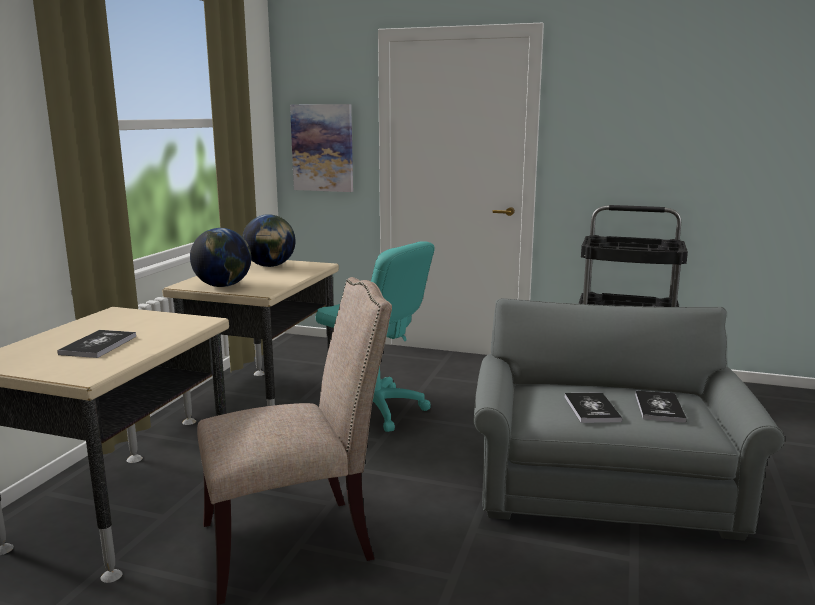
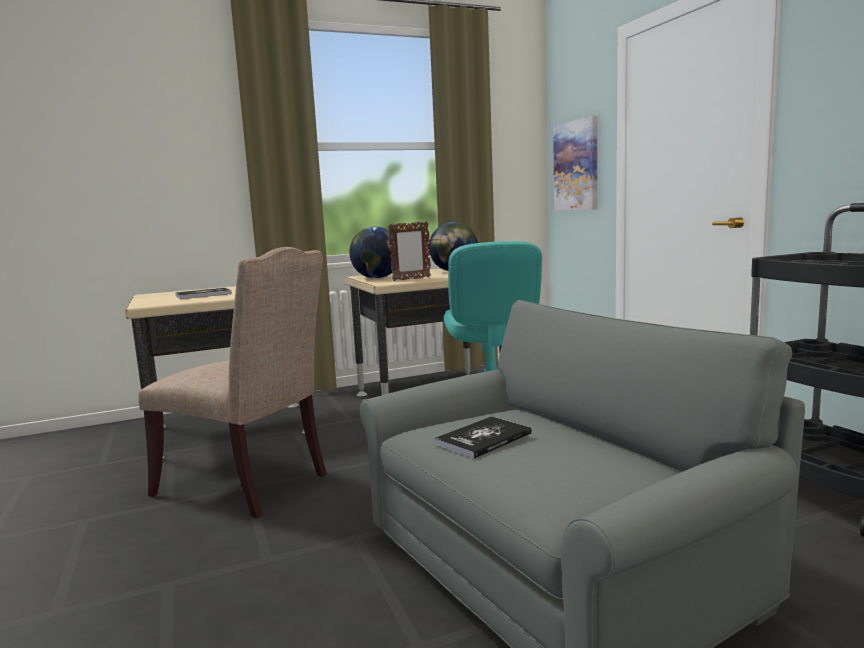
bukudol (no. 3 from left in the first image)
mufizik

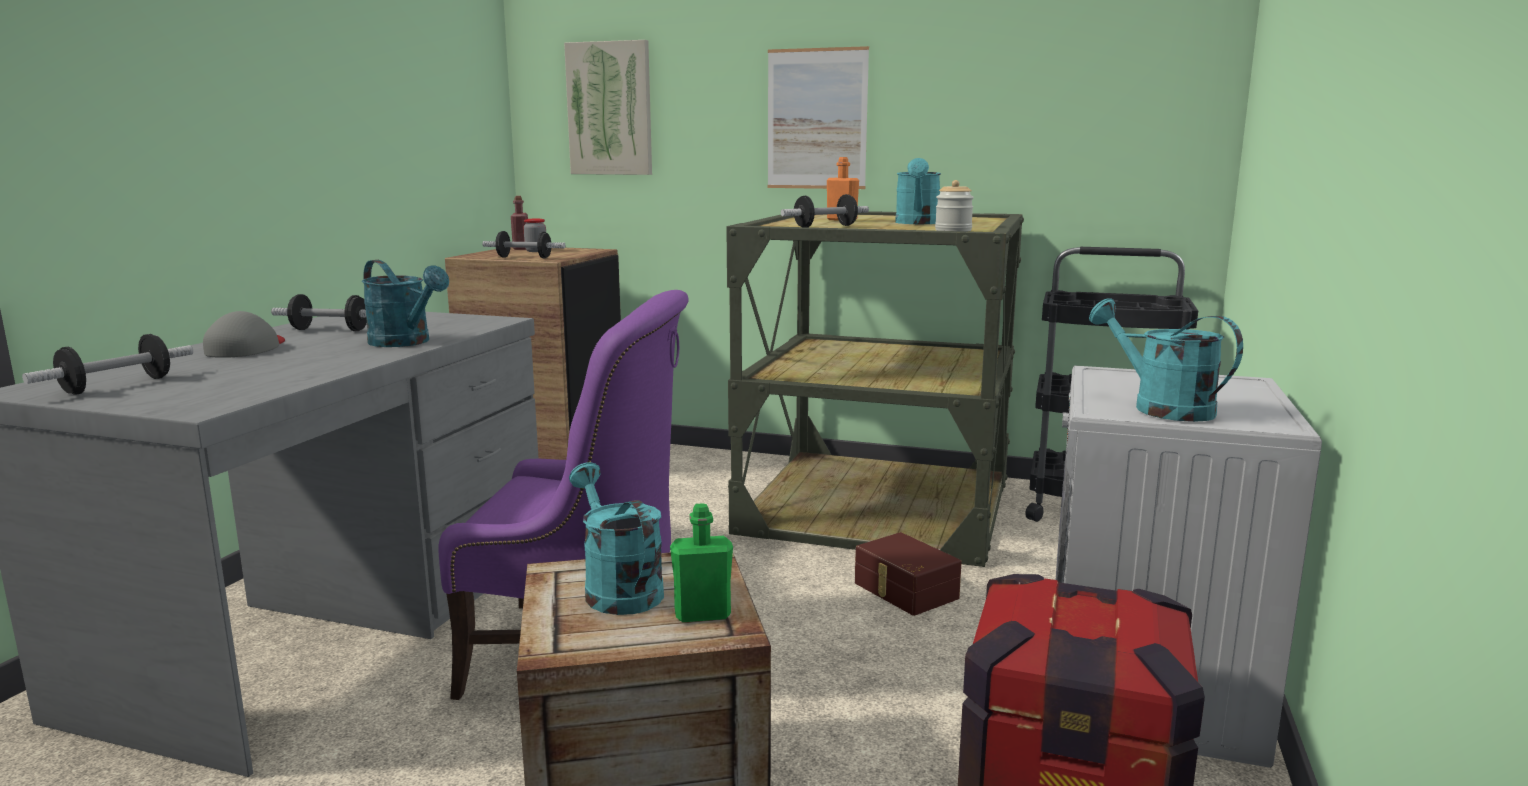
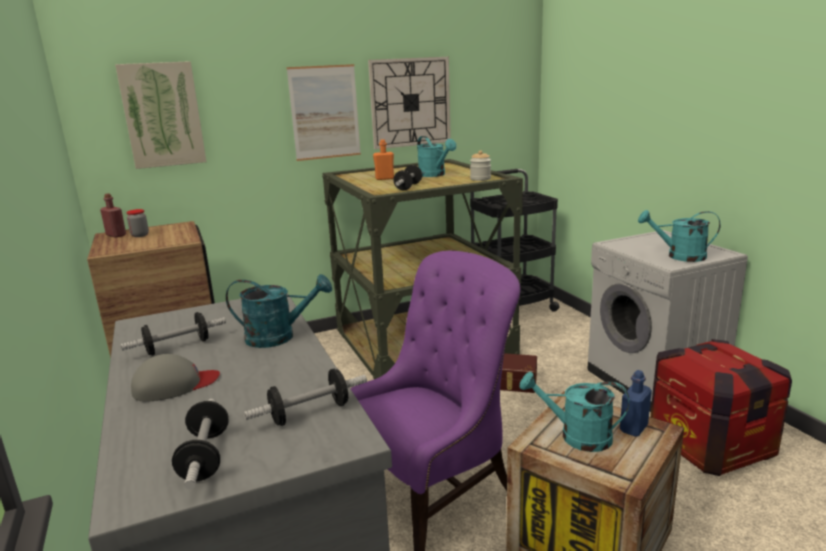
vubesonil
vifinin (no. 3 from left)
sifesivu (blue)
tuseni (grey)

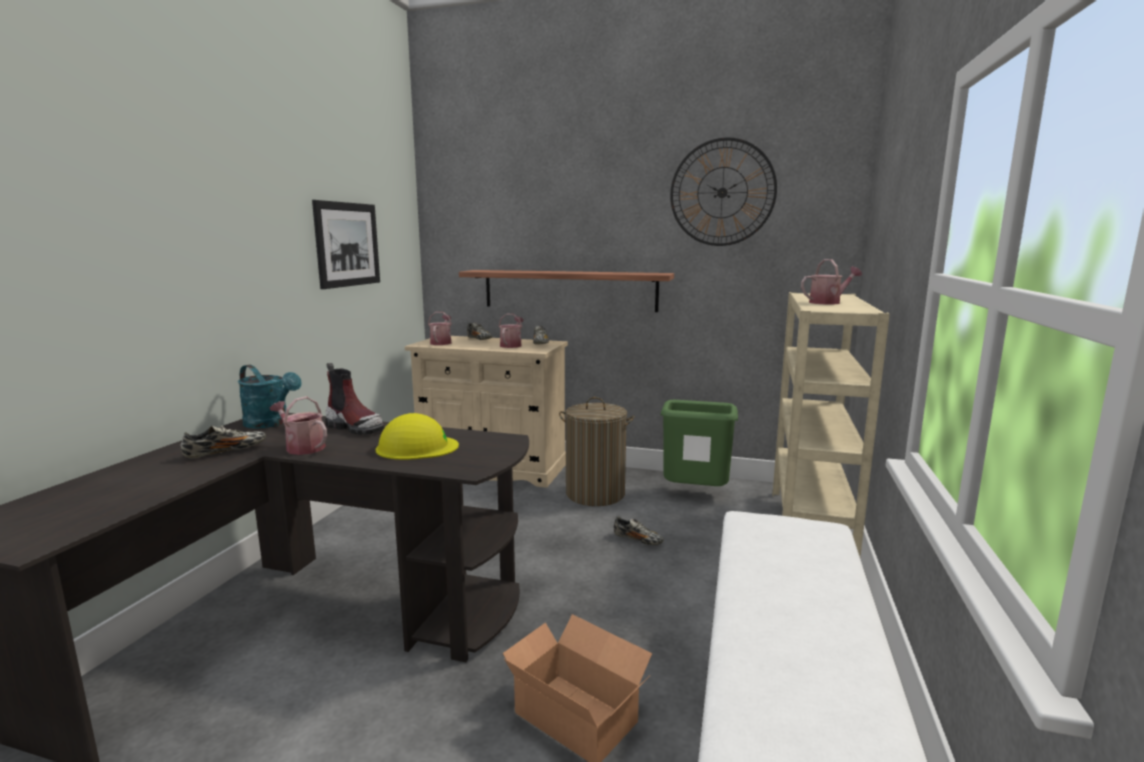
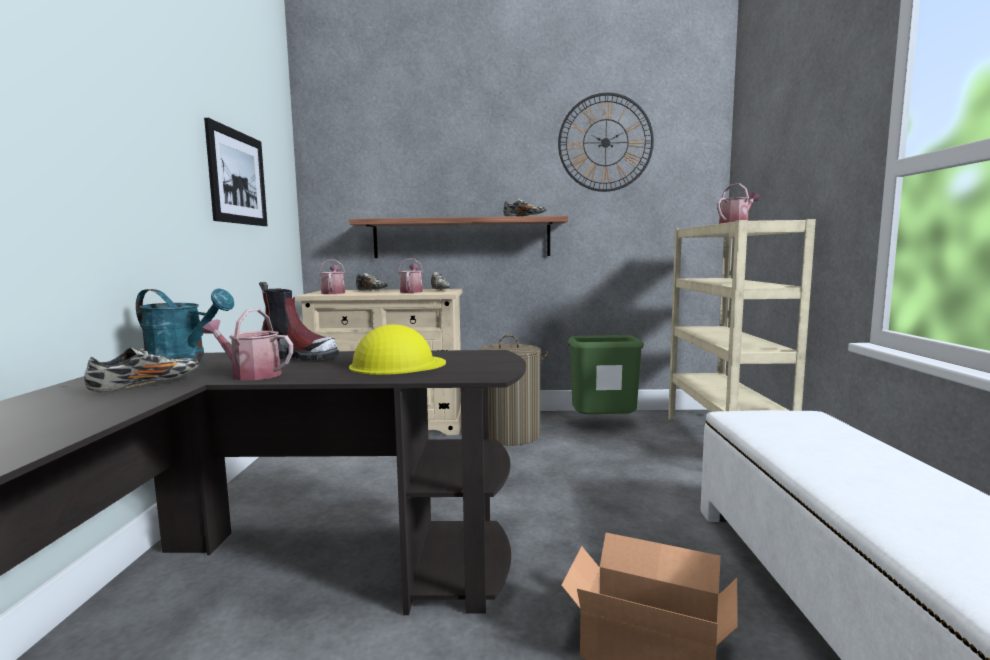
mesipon (no. 4 from left)

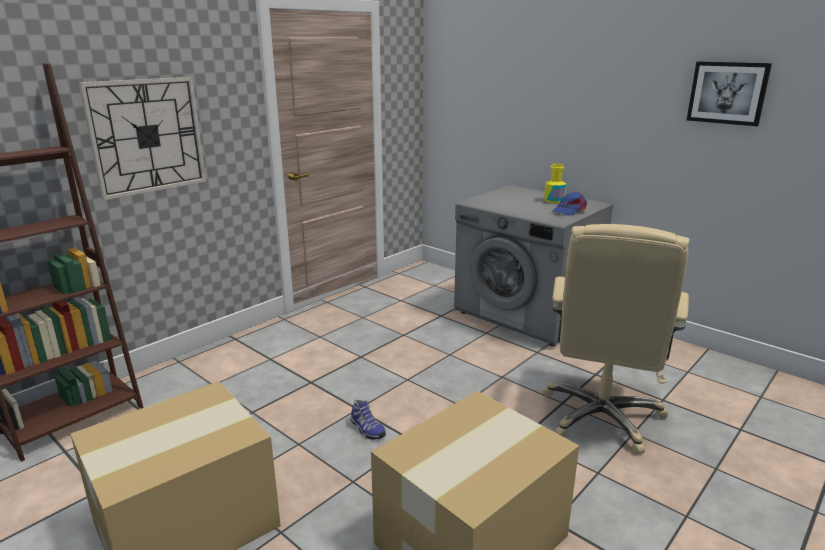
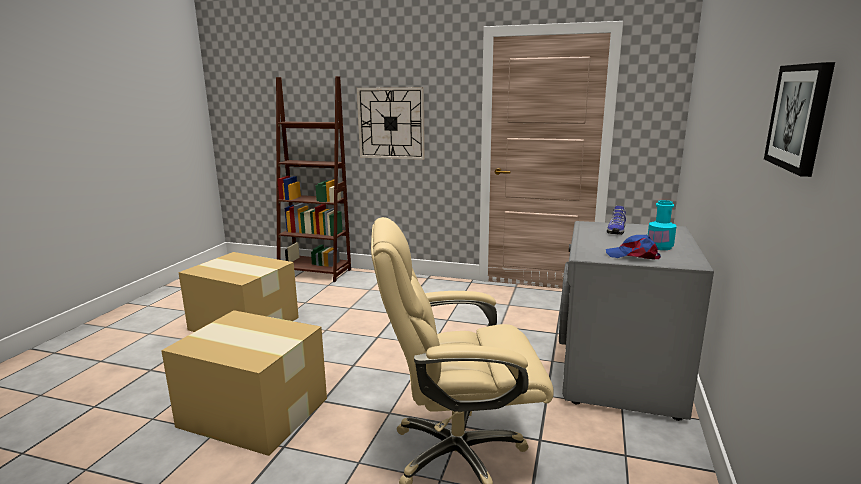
mesipon
sifesivu (turquoise)

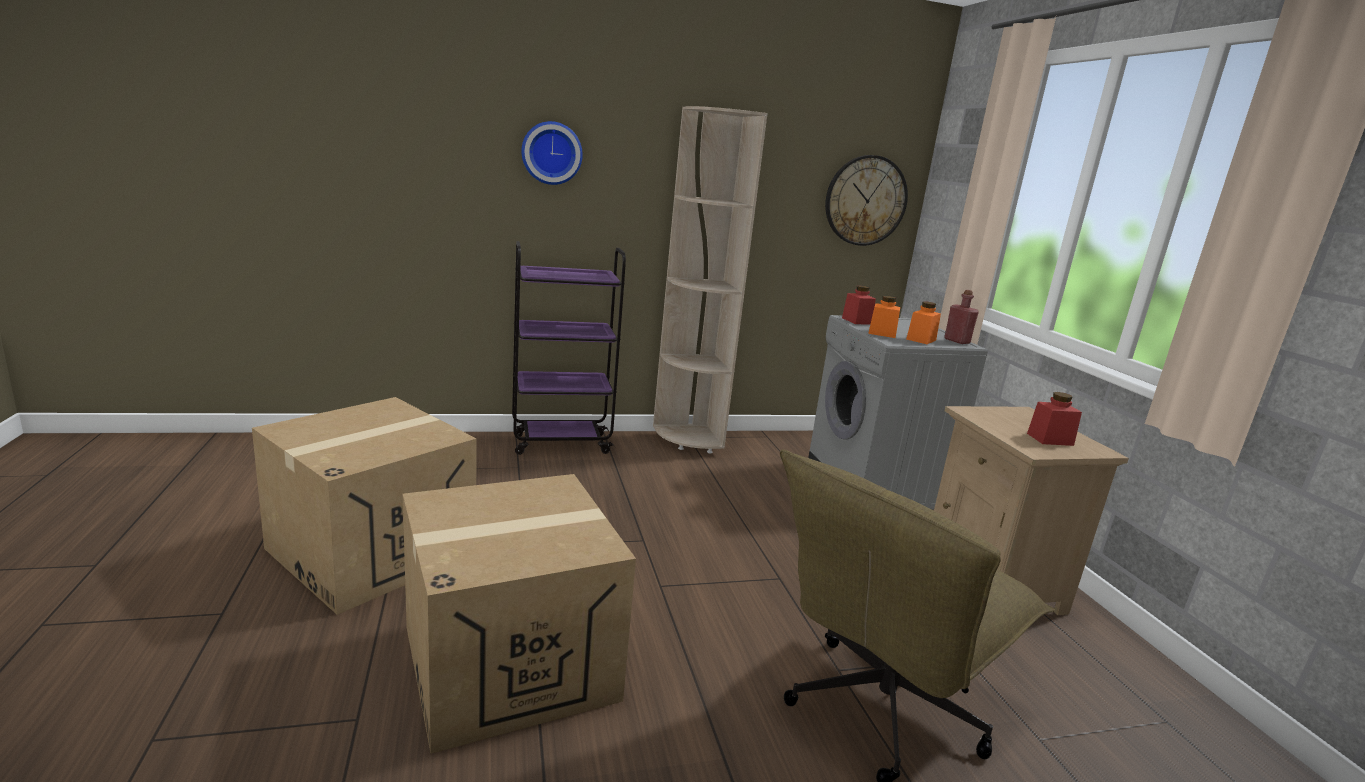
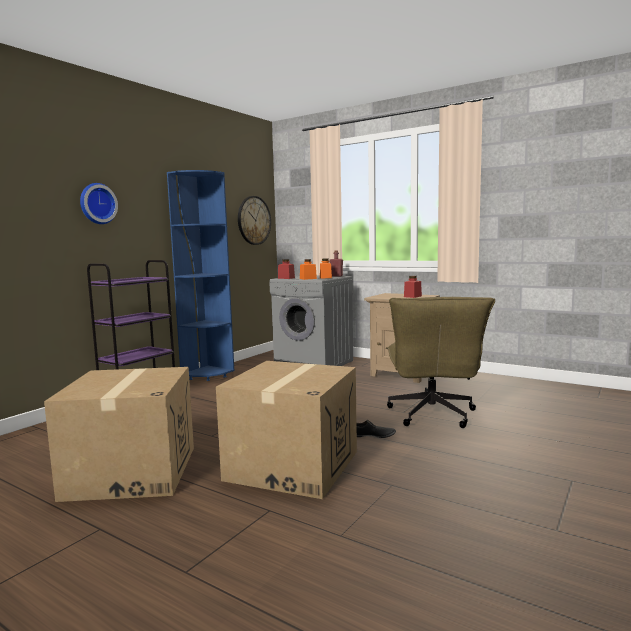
mesipon (black)
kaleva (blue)

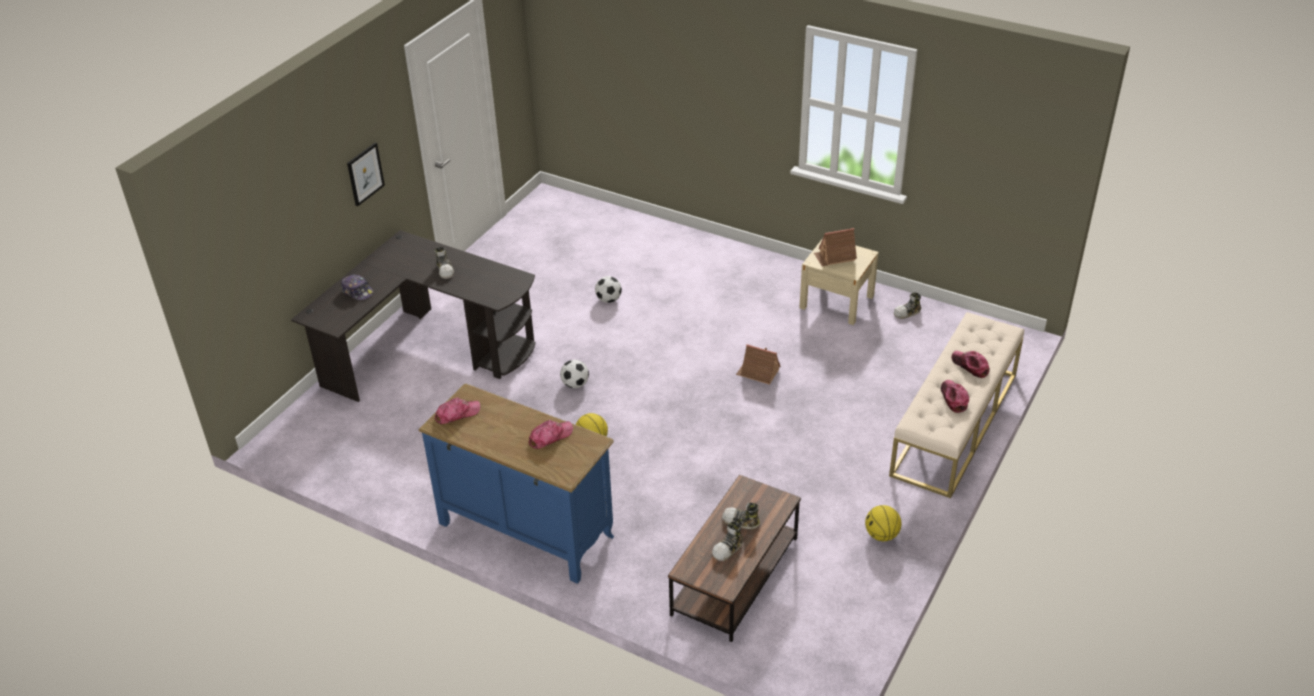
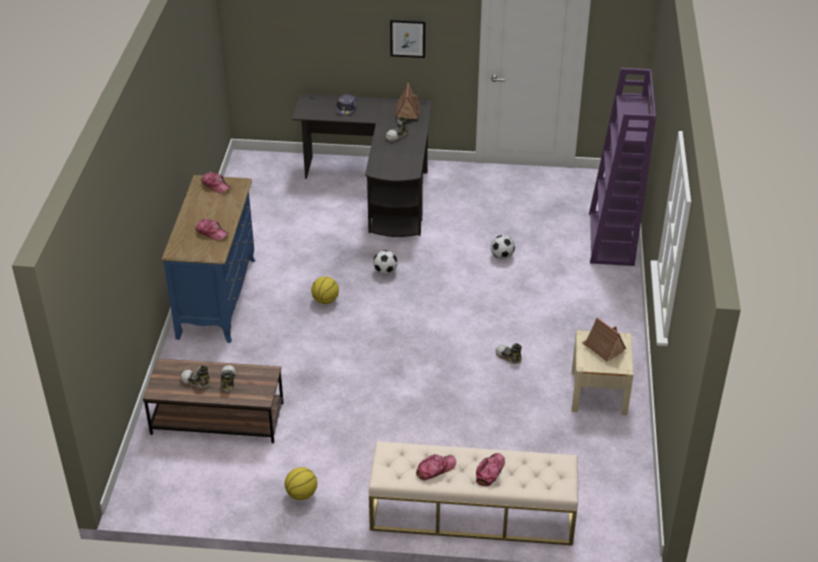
kaleva (purple)
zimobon (no. 1 from left)
mesipon (no. 4 from left)

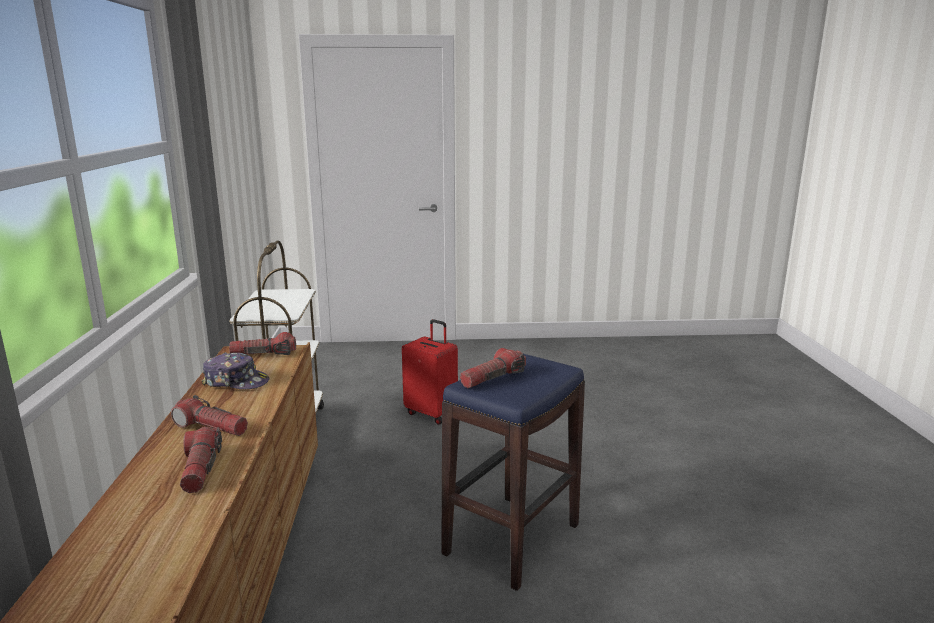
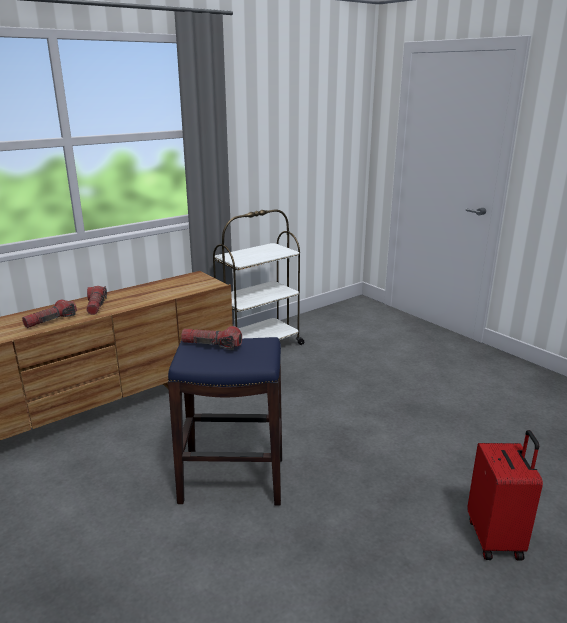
tuseni
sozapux (no. 3 from left in the first image)
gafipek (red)

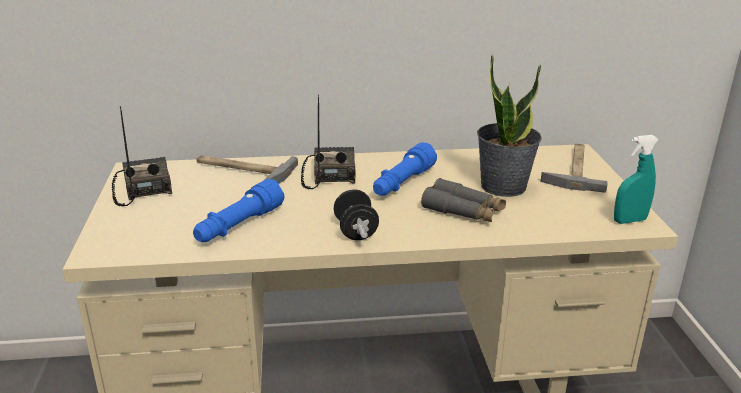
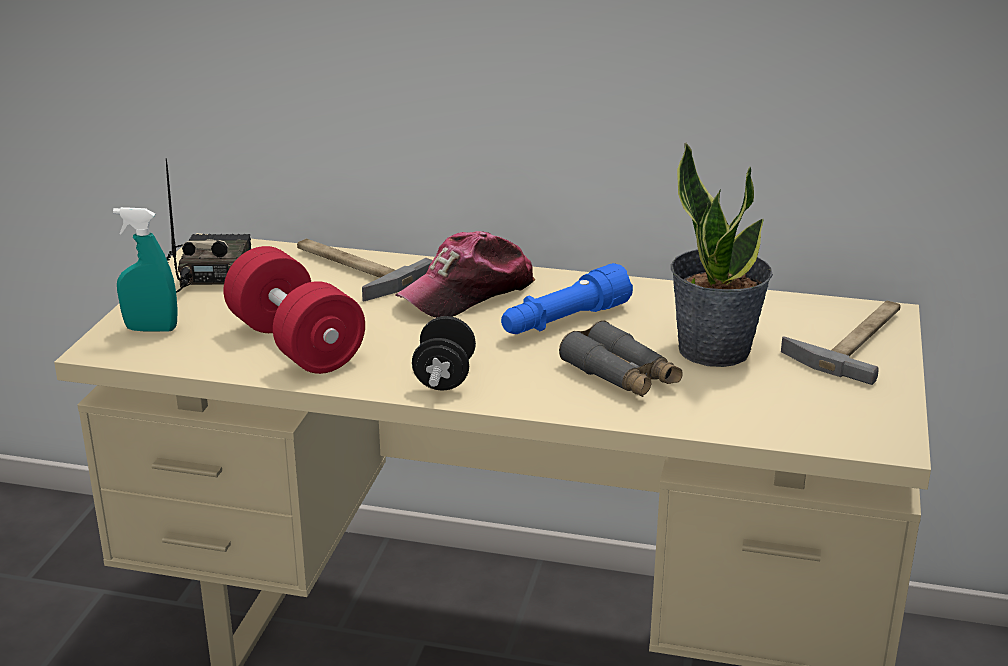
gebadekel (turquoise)
vifinin (red)
tuseni

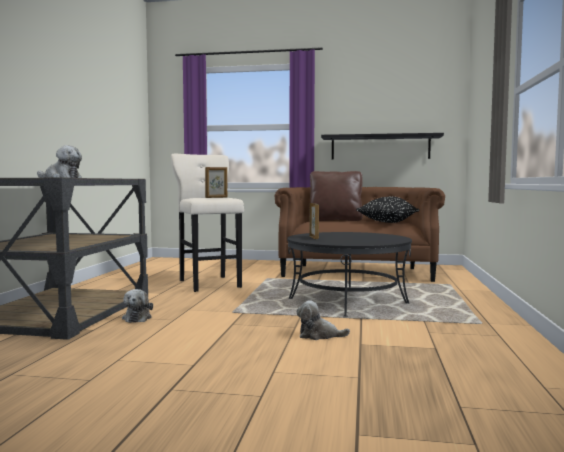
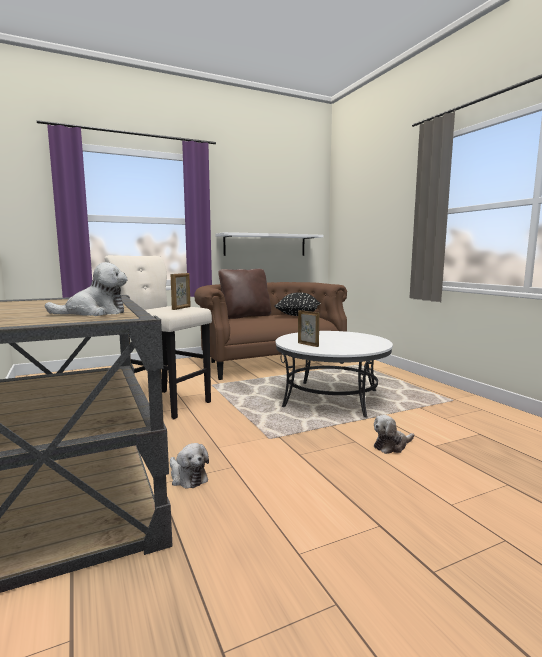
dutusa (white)
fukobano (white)

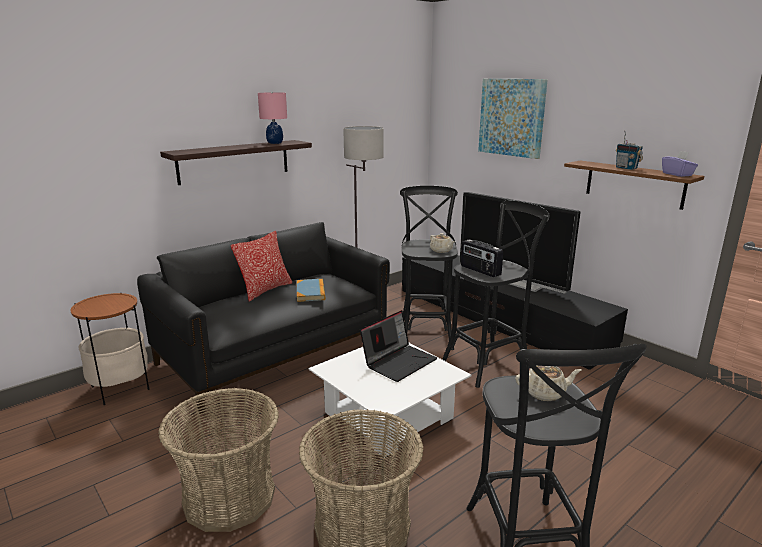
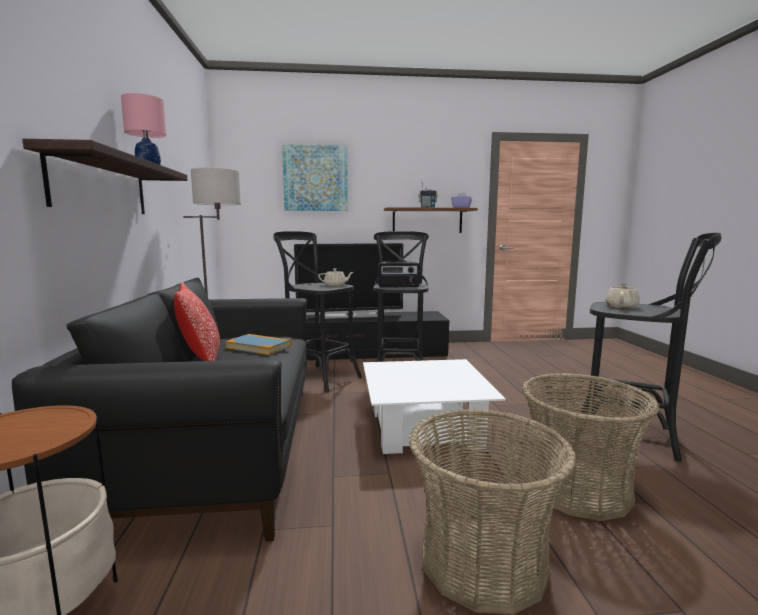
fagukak

